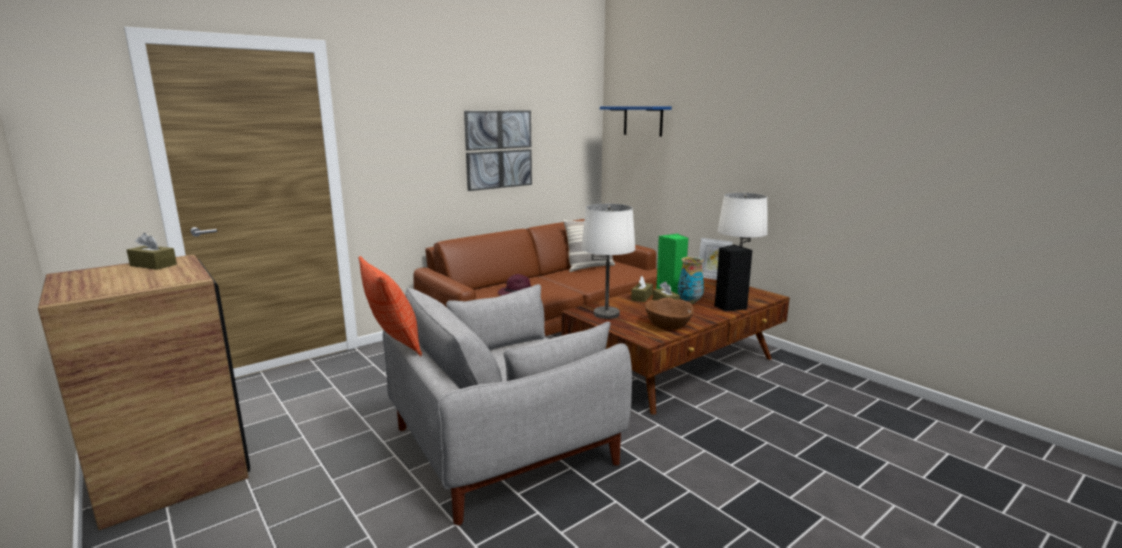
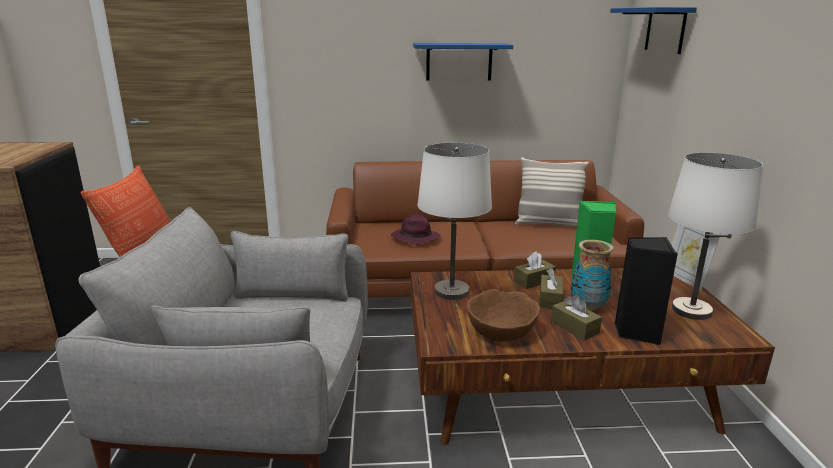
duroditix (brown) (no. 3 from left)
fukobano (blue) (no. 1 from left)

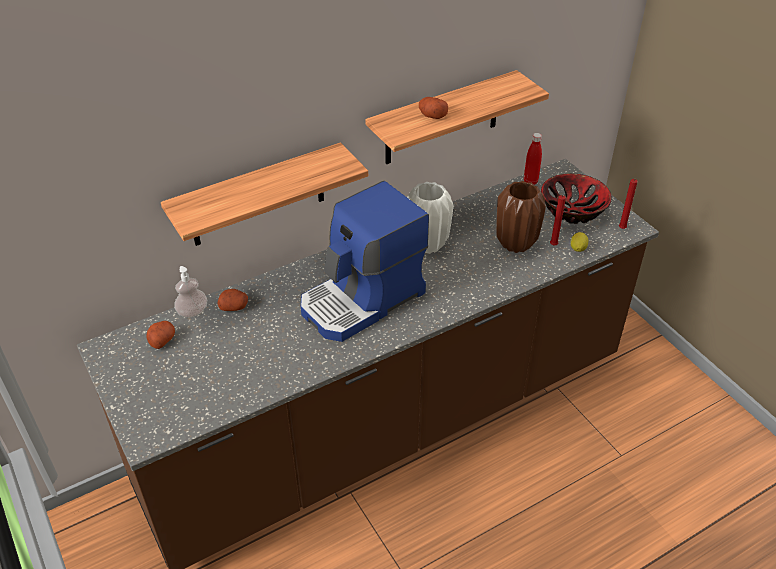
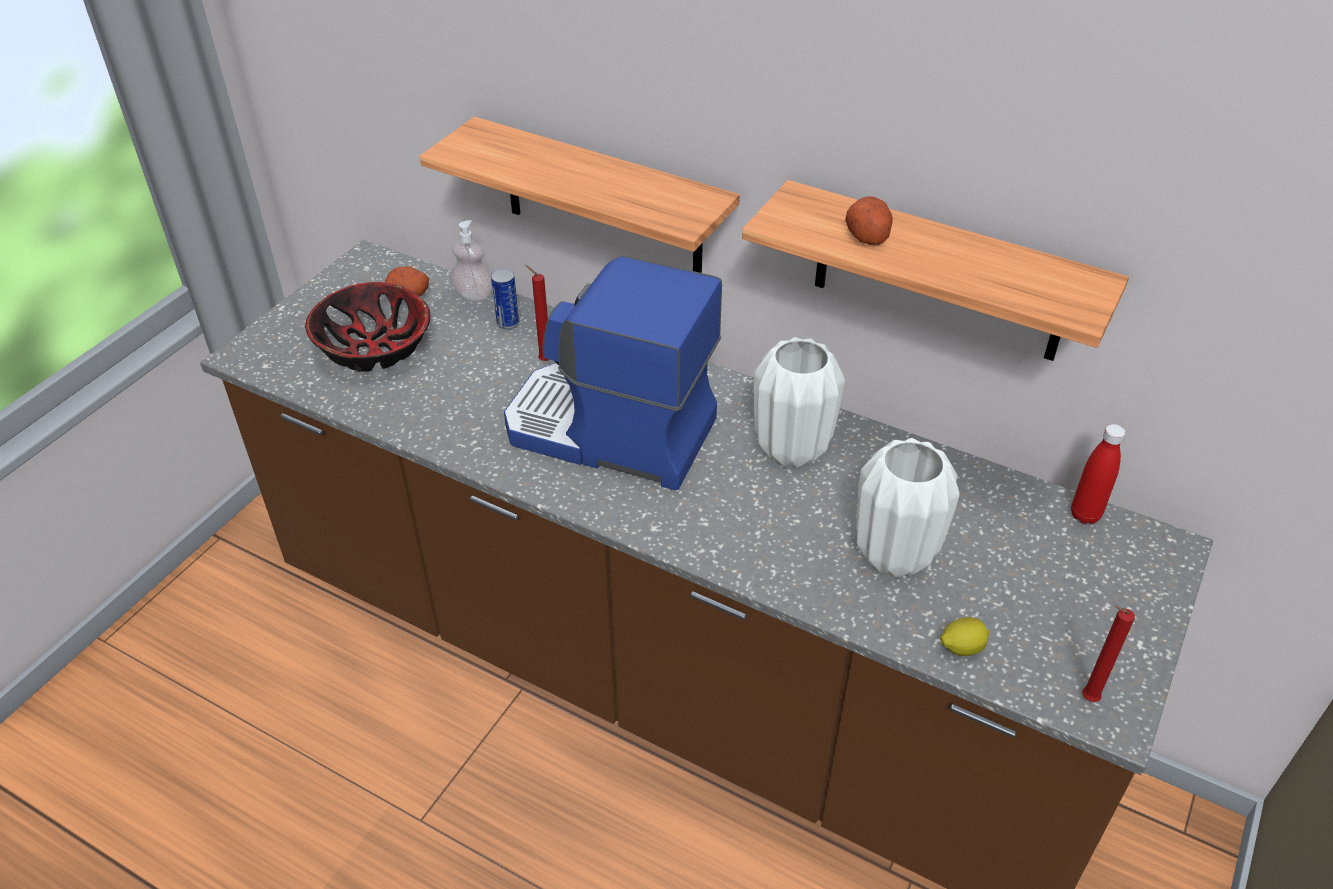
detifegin
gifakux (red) (no. 1 from left)
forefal
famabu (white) (no. 2 from left)

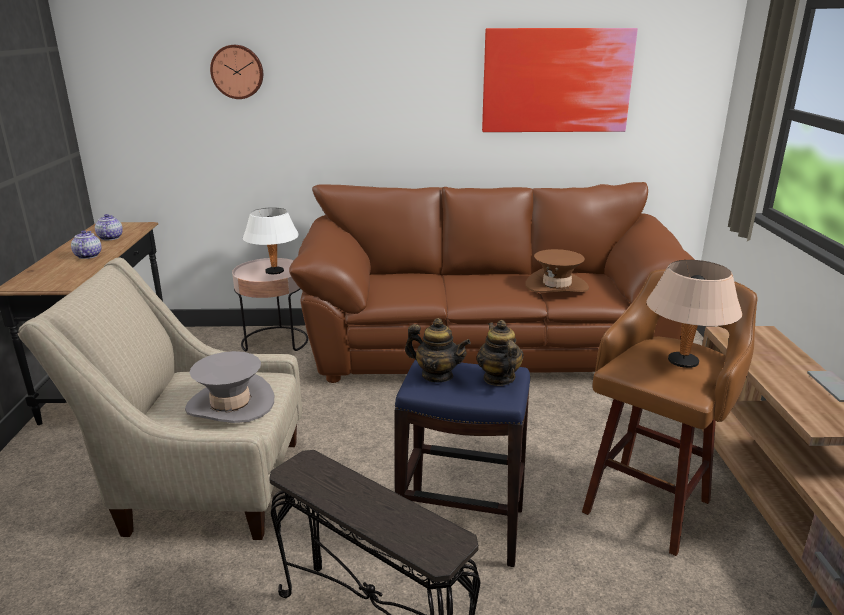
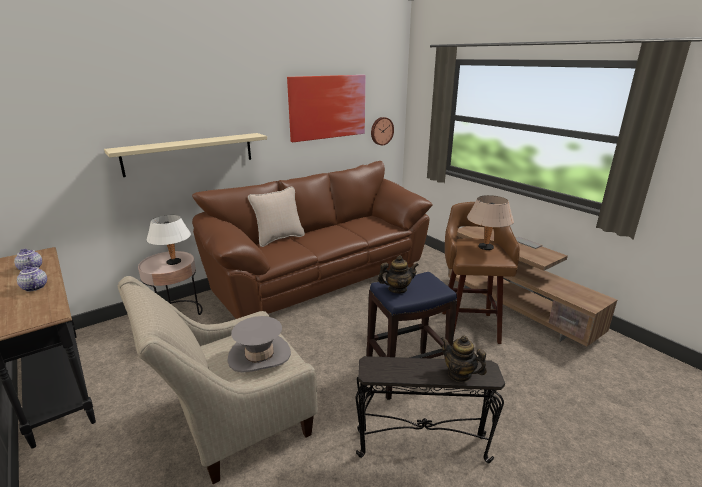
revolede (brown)
fukobano (beige)
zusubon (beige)
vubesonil
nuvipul (no. 4 from left)

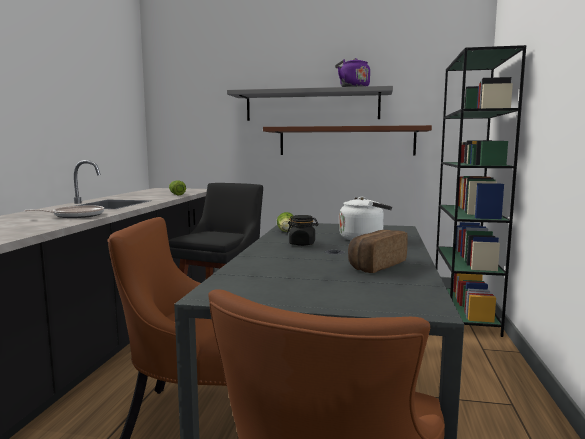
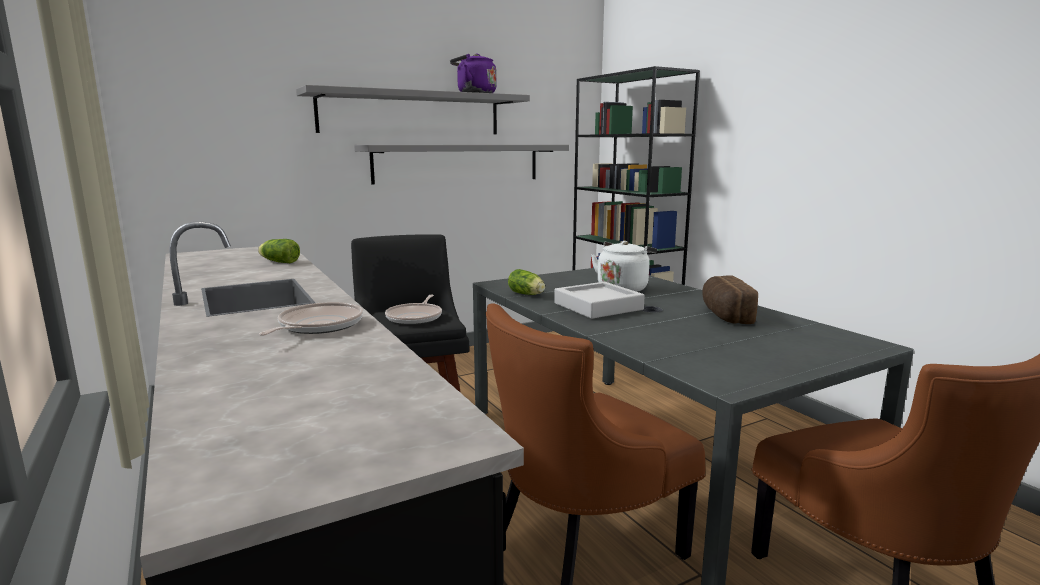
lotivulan (no. 2 from left)
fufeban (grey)
fukobano (grey) (no. 2 from left)

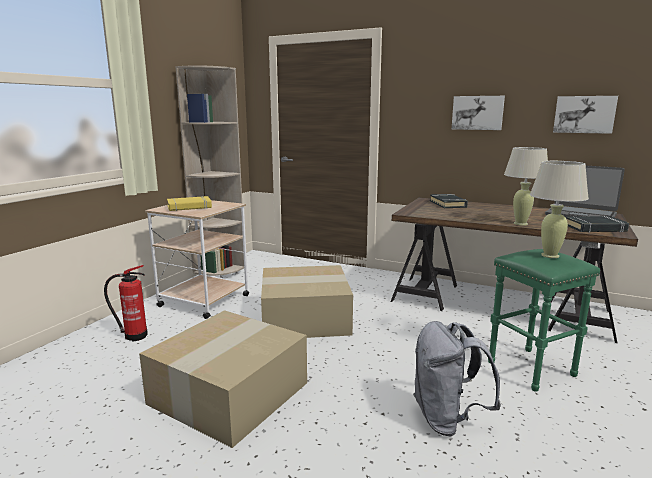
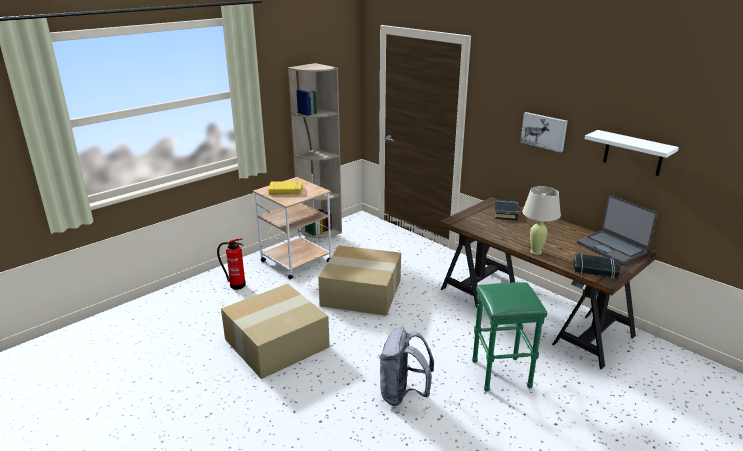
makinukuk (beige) (no. 2 from left in the first image)
fukobano (white)

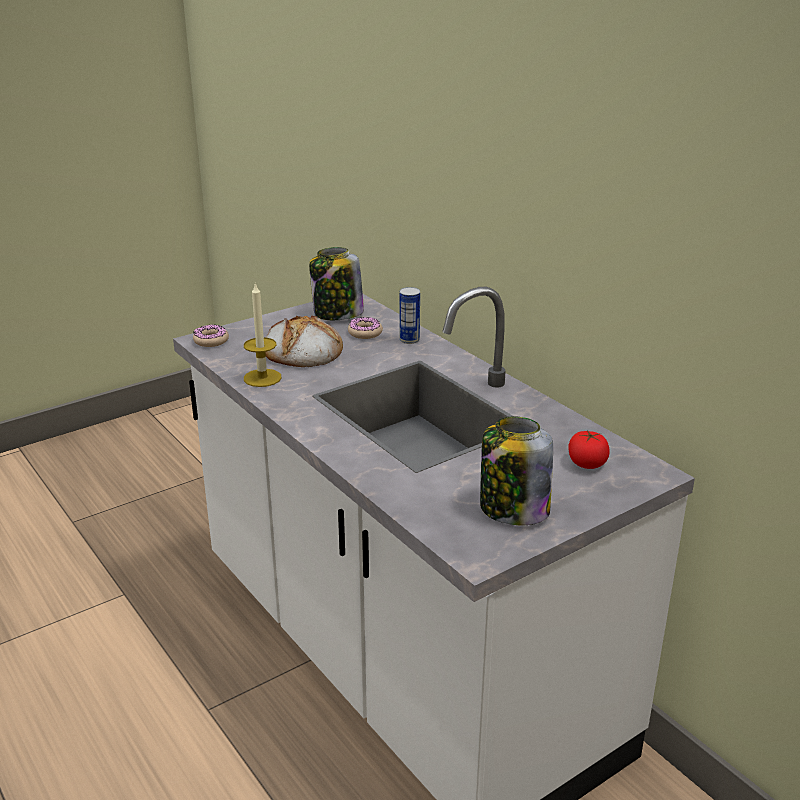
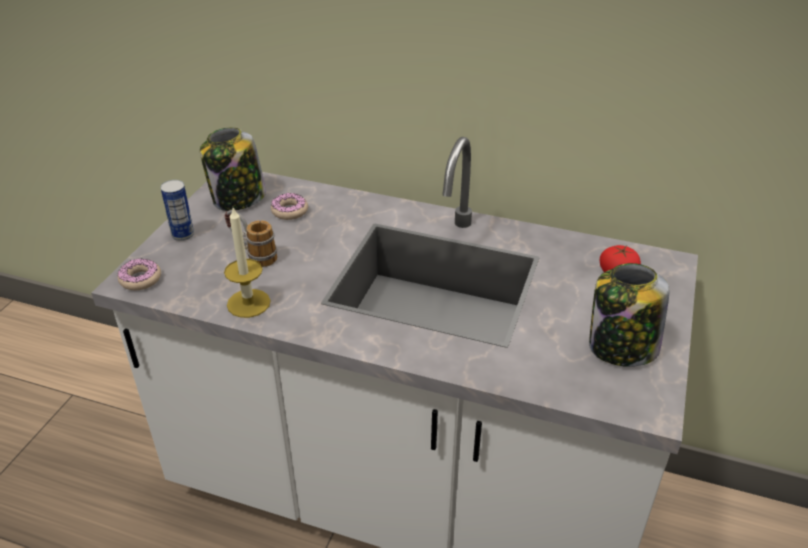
forefal
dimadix

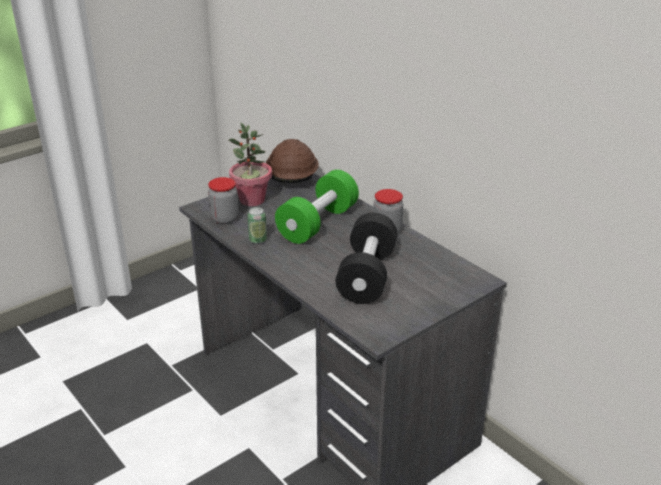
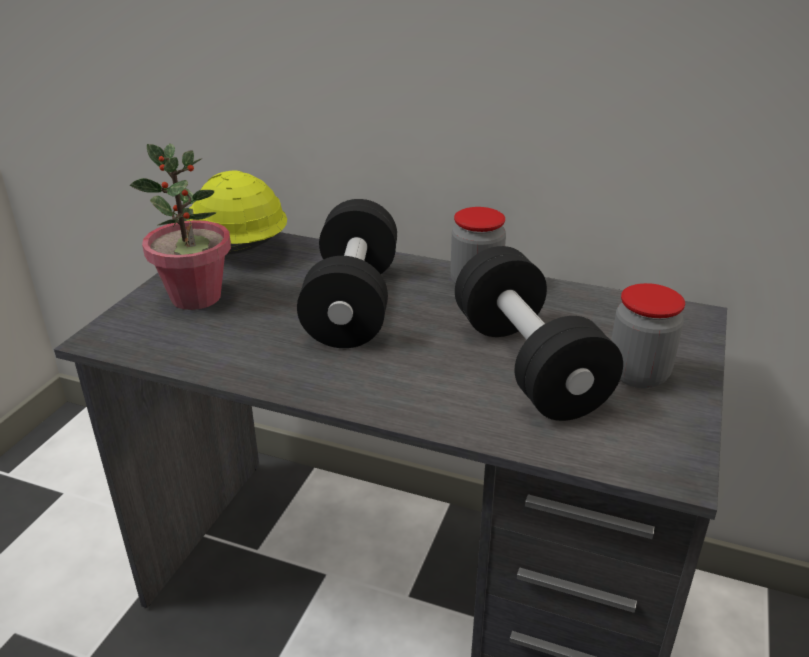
forefal
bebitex (no. 2 from left)
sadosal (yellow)
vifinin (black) (no. 1 from left)

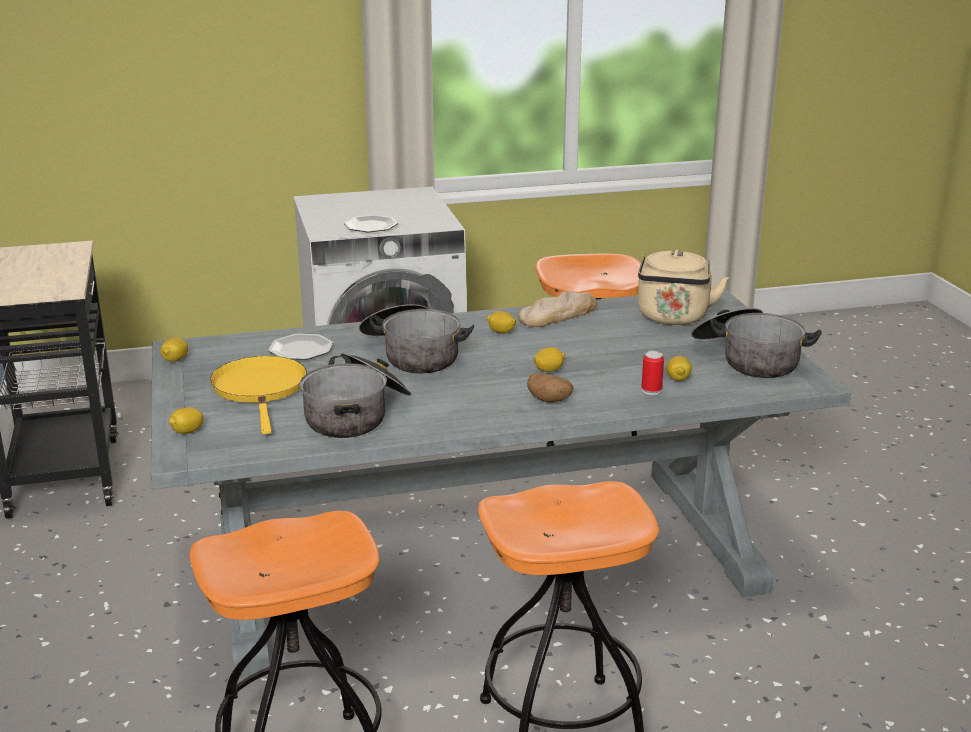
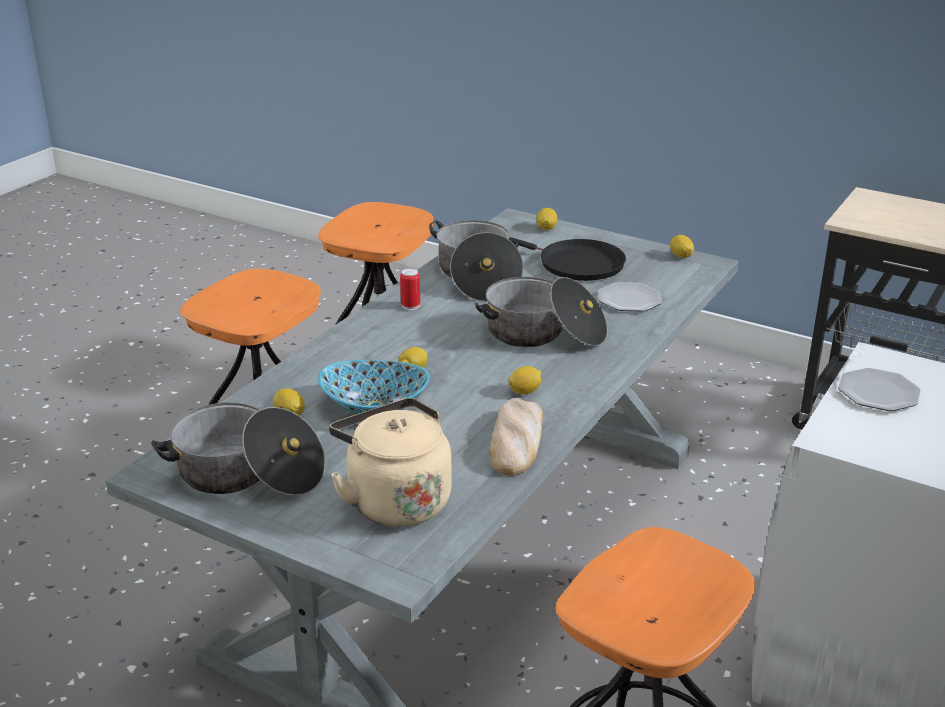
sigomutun
detifegin
forefal
lotivulan (black)

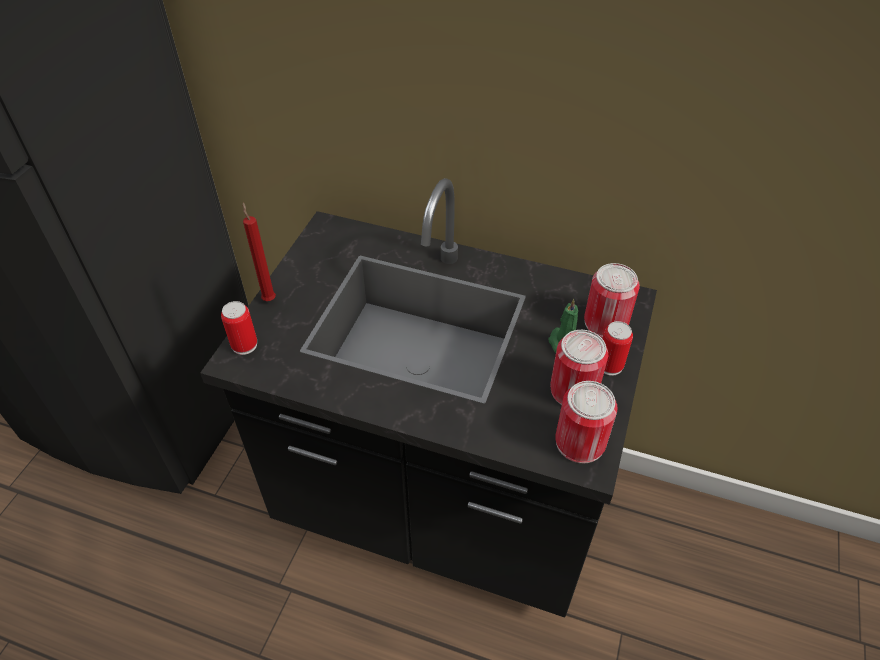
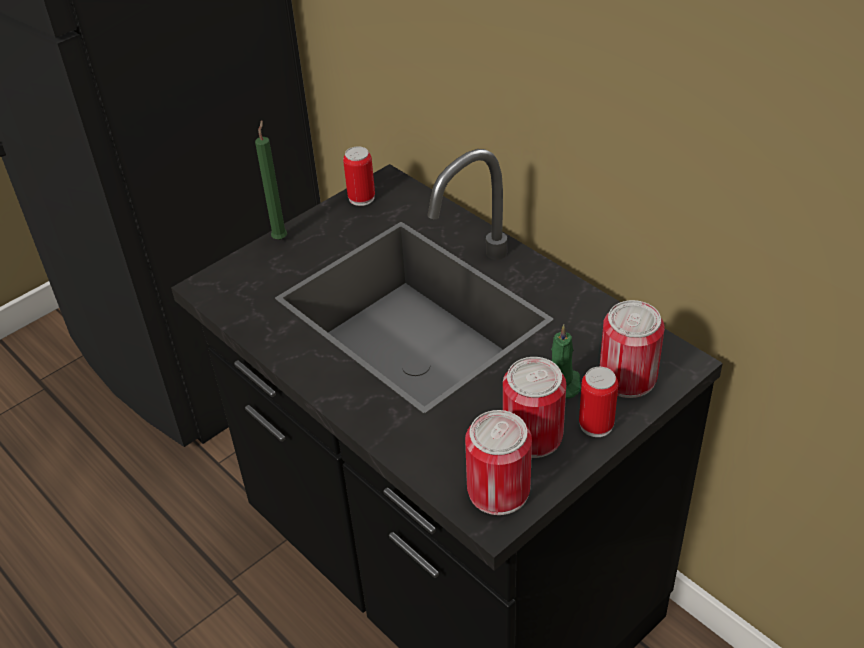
forefal (no. 1 from left)
gifakux (green) (no. 1 from left)

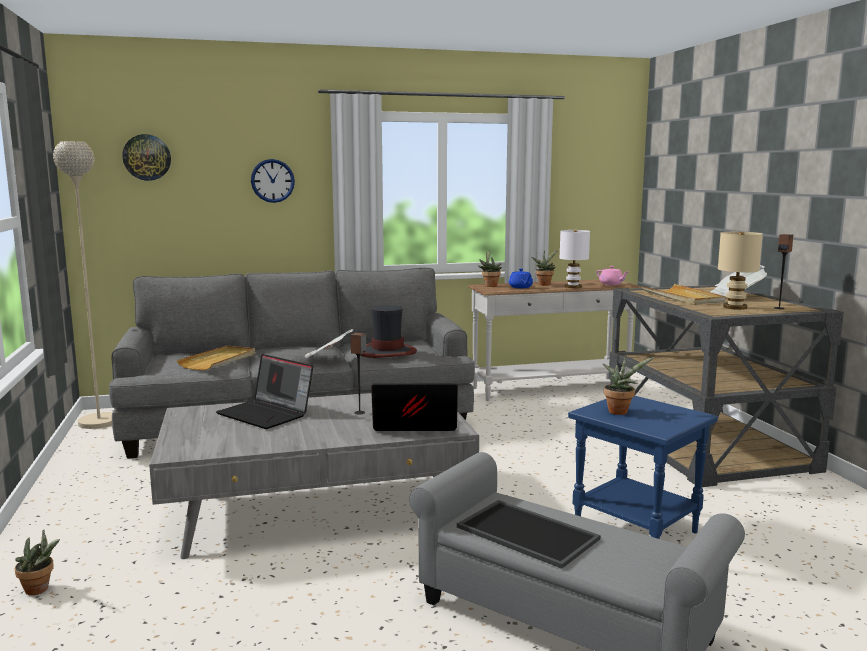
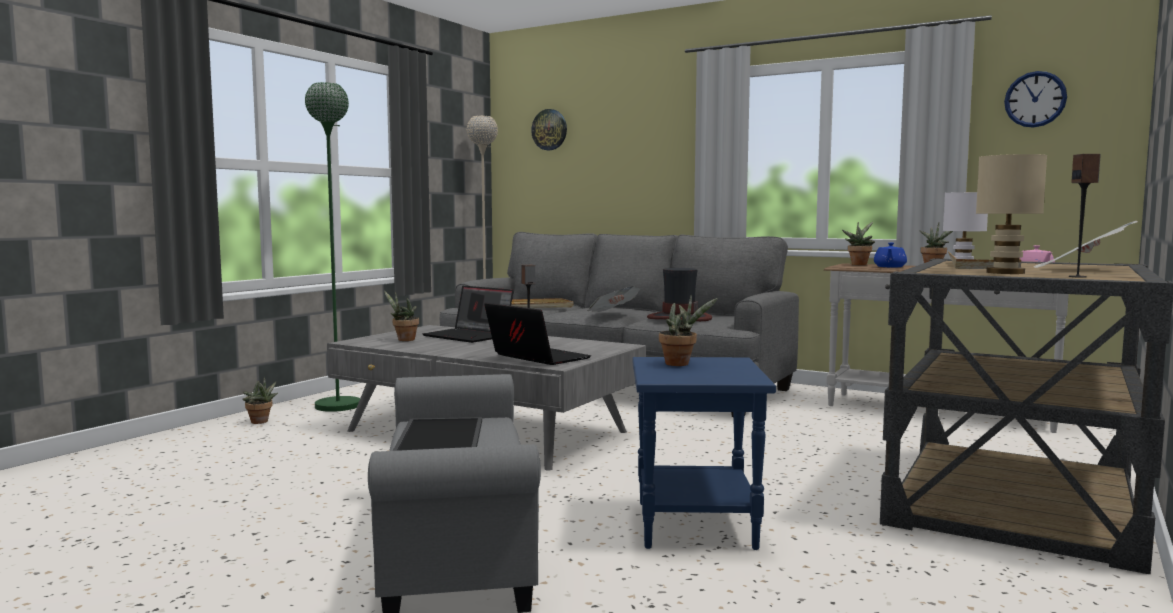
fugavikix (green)
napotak (no. 2 from left)
vubesonil (no. 2 from left)
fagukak (no. 1 from left)

